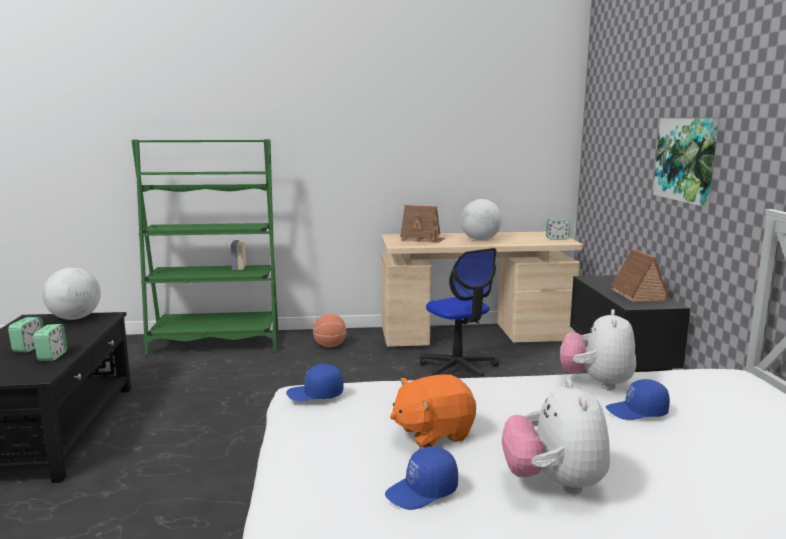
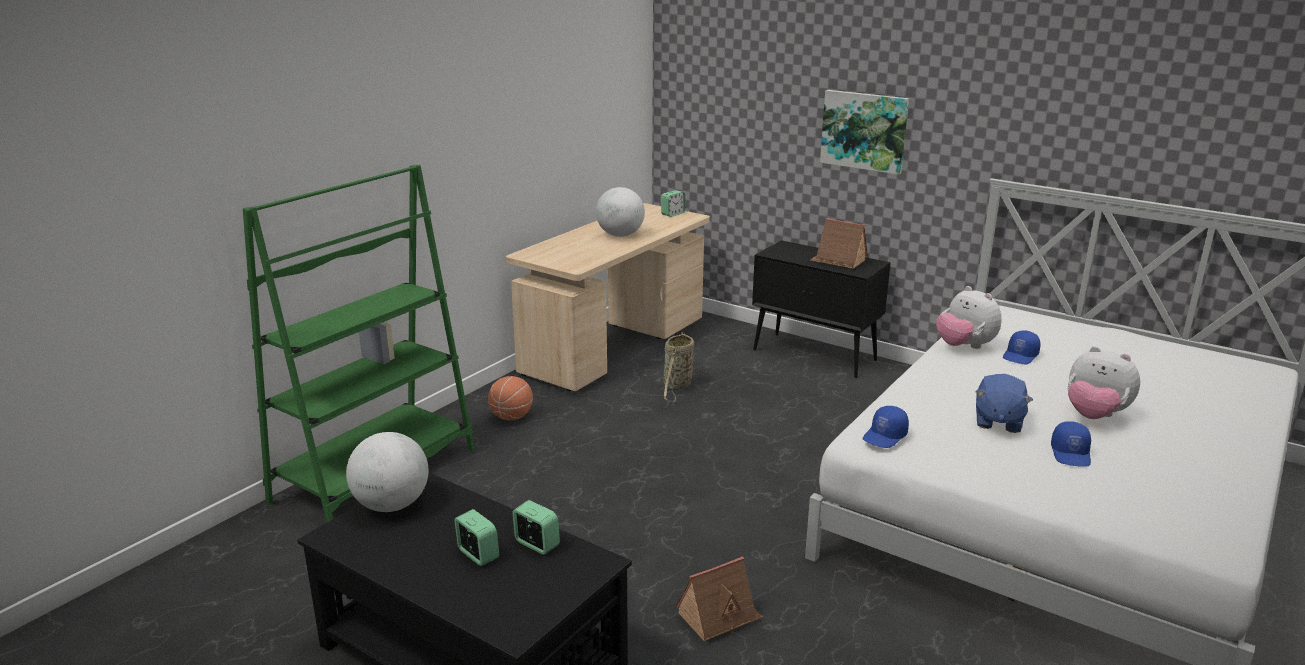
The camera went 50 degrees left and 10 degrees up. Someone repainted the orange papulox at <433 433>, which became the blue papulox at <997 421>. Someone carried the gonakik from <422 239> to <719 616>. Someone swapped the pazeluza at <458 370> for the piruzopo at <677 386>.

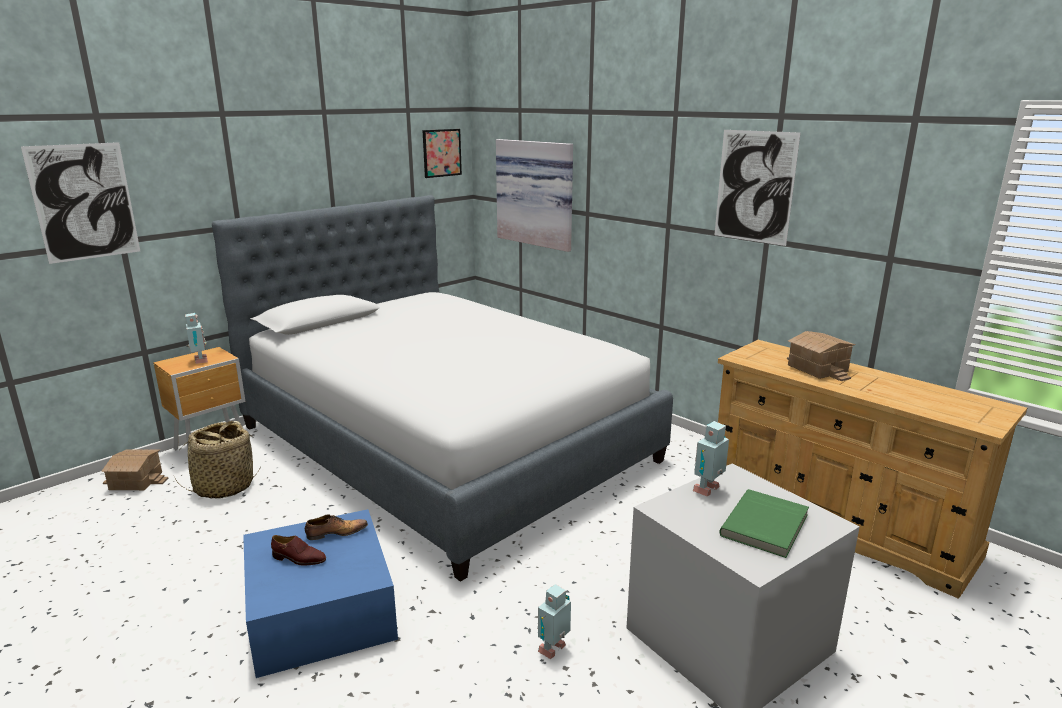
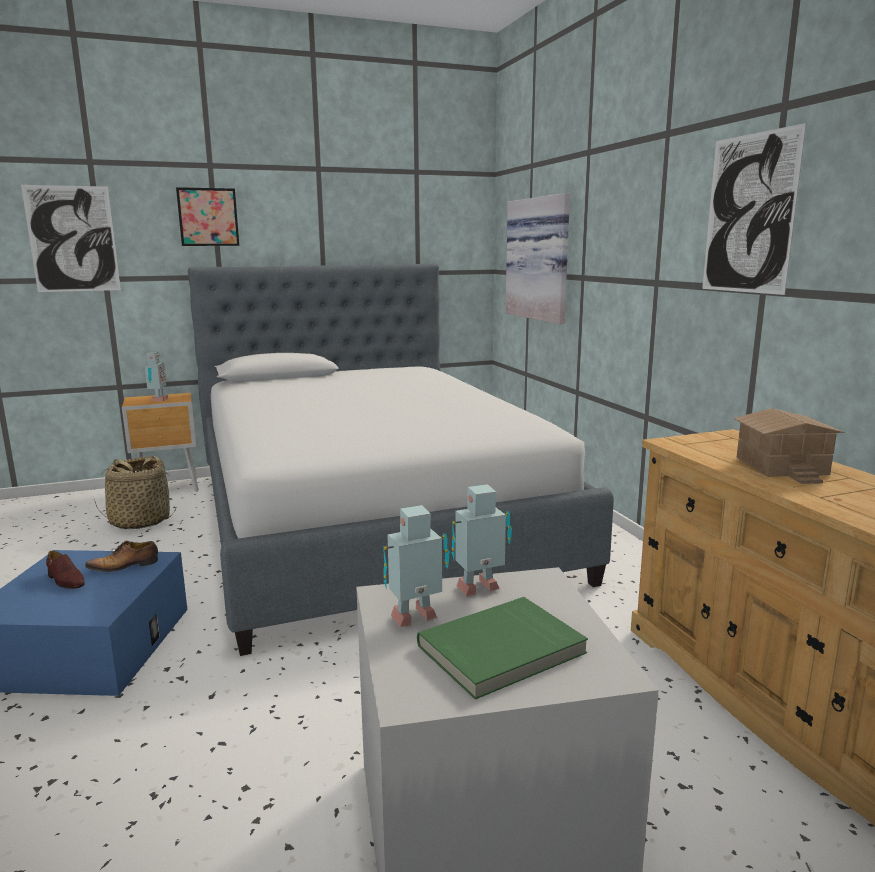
The camera went 25 degrees right and 5 degrees down. Someone took away the gonakik at <136 480>. Someone rotated the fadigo at <335 533> by 150 degrees clockwise. Someone carried the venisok from <442 153> to <208 217>. Someone carried the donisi from <554 649> to <417 619>.

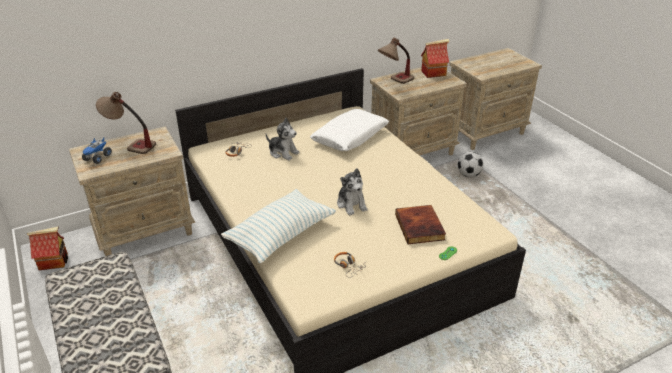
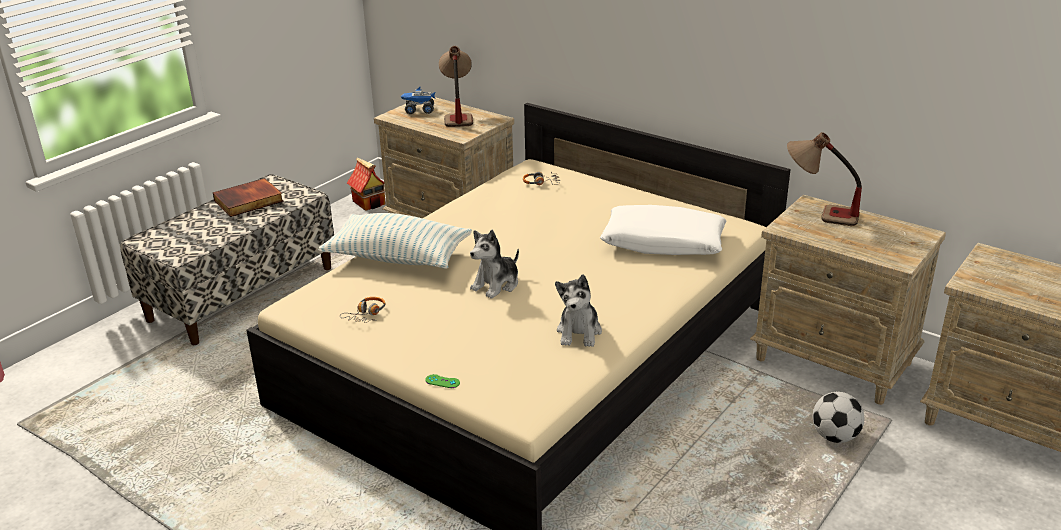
The camera went 65 degrees right and 5 degrees down. Someone carried the papulox from <283 152> to <579 332>. Someone carried the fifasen from <420 227> to <248 201>. Someone took away the gonakik at <433 73>.

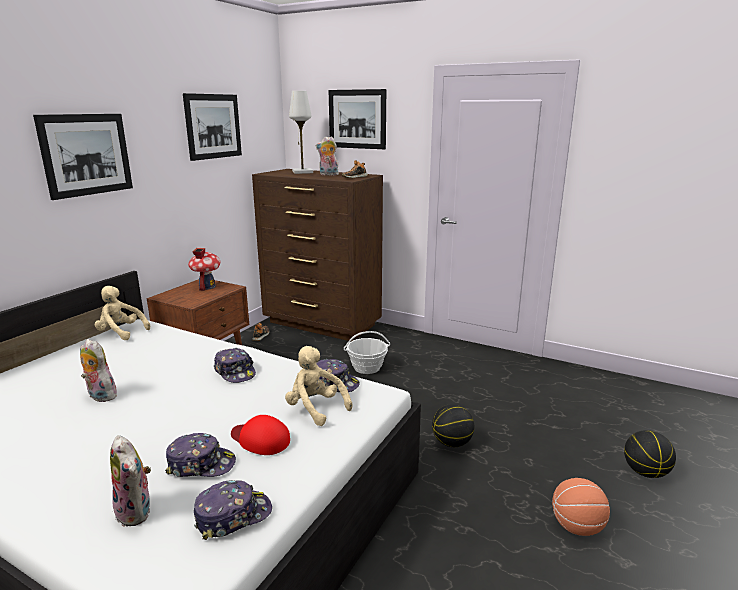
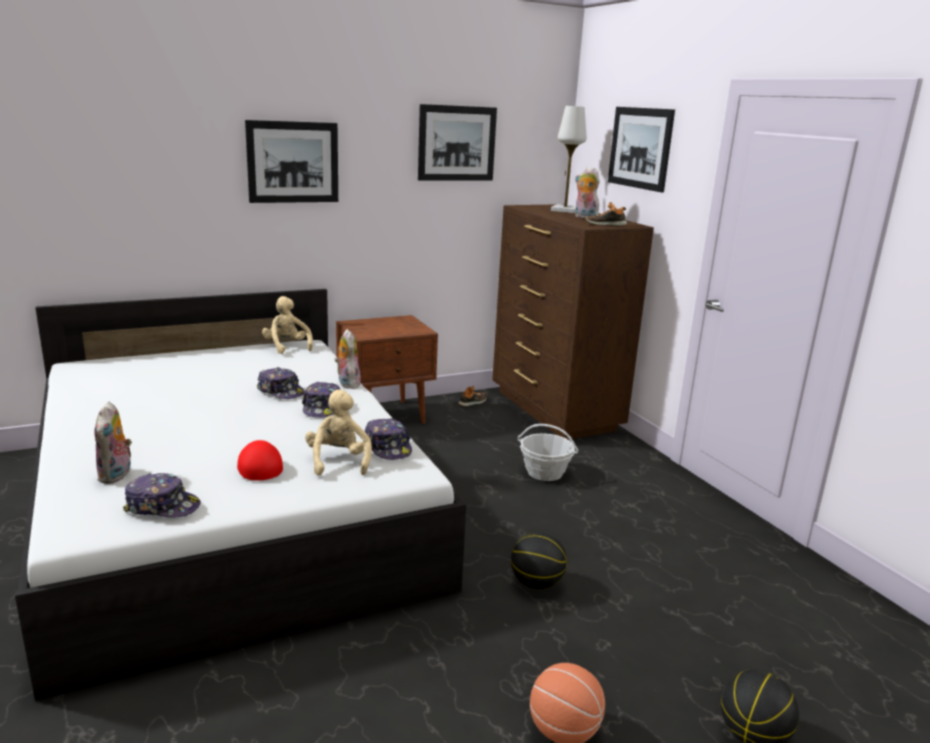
The camera went 35 degrees right and 0 degrees up. Someone carried the papulox from <100 396> to <347 383>. Someone carried the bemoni from <201 464> to <281 391>. Someone took away the gonakik at <207 287>.

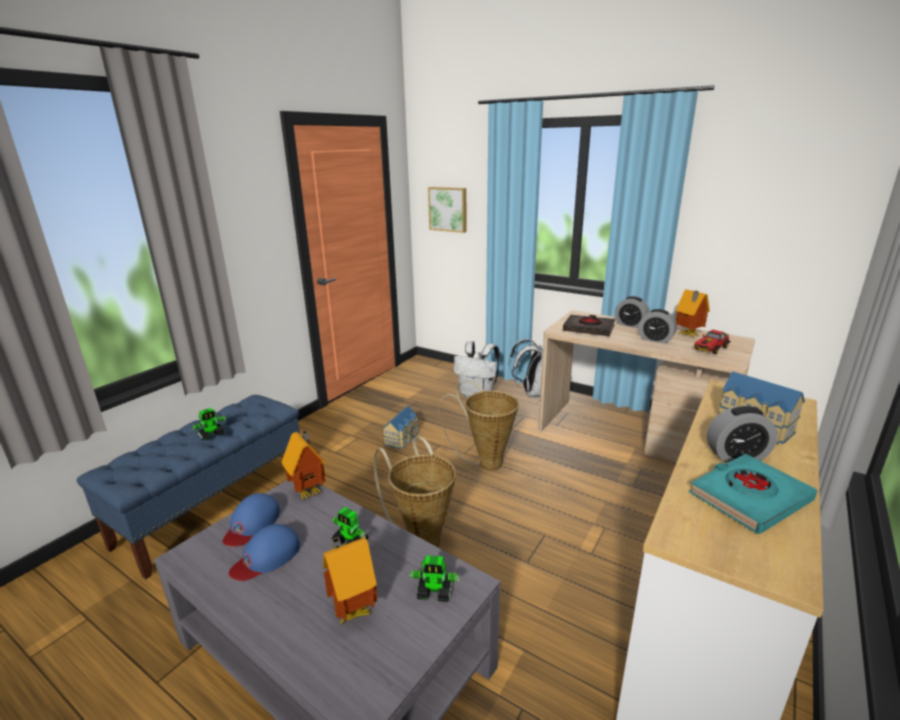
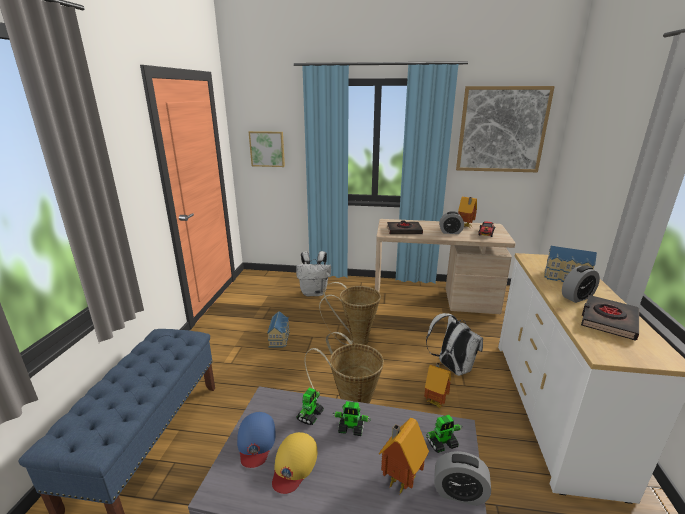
The camera went 25 degrees left and 0 degrees up. Someone carried the donisi from <212 435> to <310 415>. Someone repainted the blue bemoni at <266 556>, which became the yellow bemoni at <294 464>. Someone carried the gonakik from <309 492> to <435 402>. Someone carried the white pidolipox from <531 393> to <452 368>. Someone carried the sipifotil from <630 325> to <459 493>. Someone repainted the turquoise fifasen at <749 497>, which became the black fifasen at <608 320>. Someone put up the venisok at <502 130>.

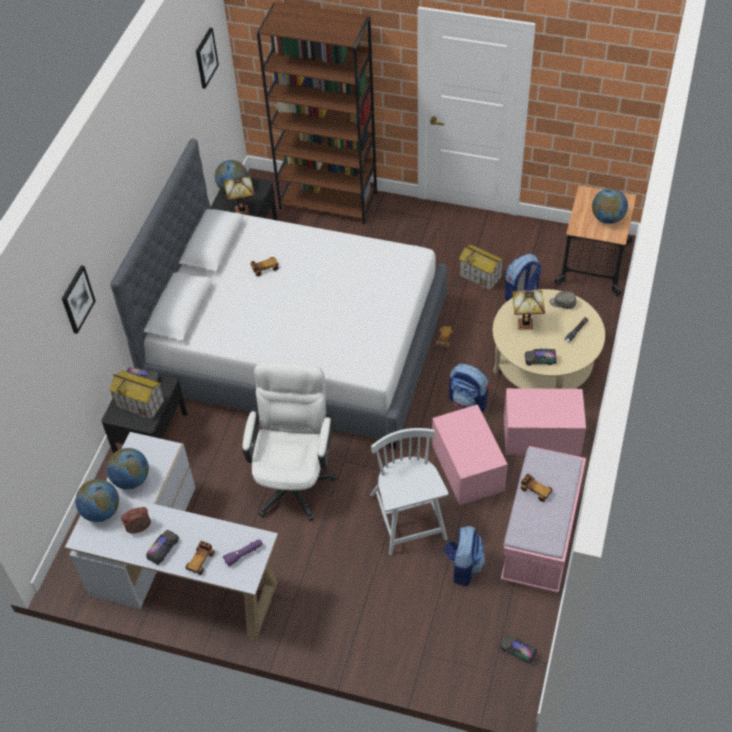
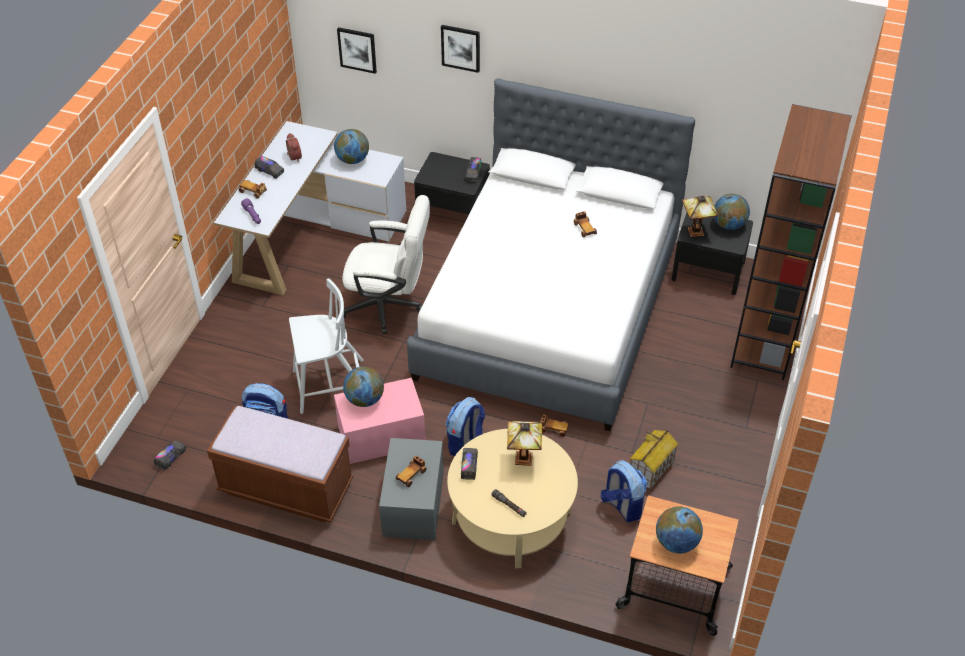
The camera went 90 degrees right and 5 degrees down. Someone carried the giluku from <101 511> to <364 399>. Someone took away the gonakik at <140 403>. Someone carried the venisok from <206 58> to <357 49>. Someone repainted the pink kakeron at <540 538>, which became the brown kakeron at <286 488>. Someone repainted the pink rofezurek at <542 435>, which became the grey rofezurek at <413 504>. Someone carried the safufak from <535 490> to <411 475>. Someone took away the grey bemoni at <562 303>.

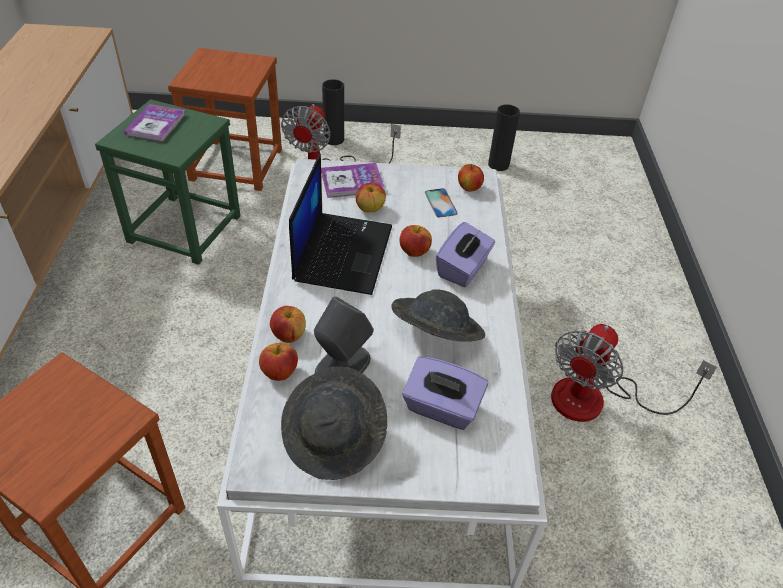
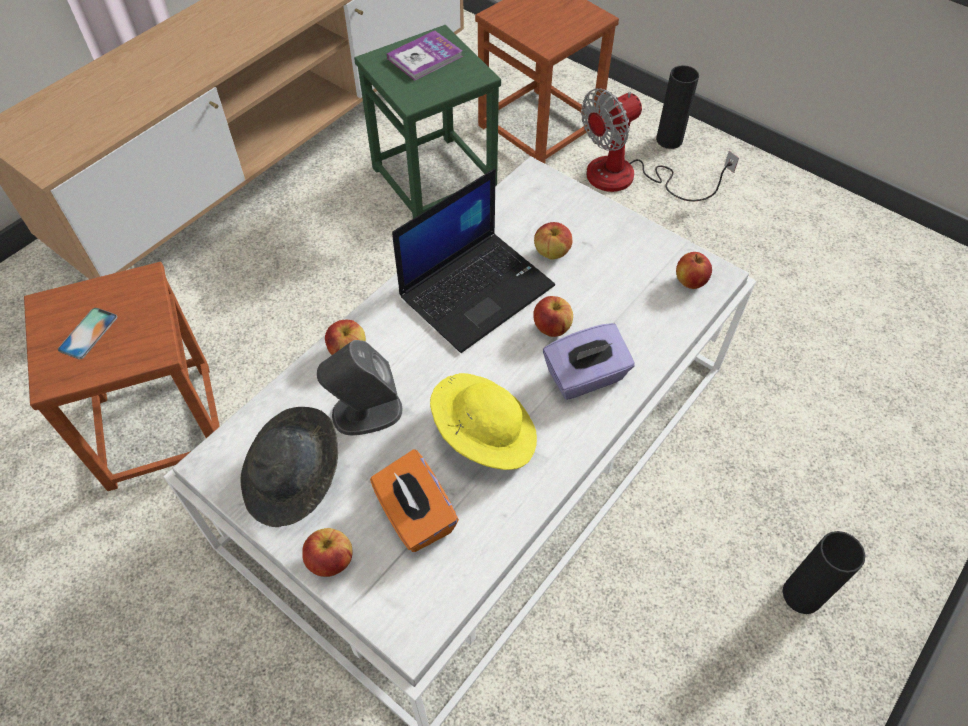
The camera went 40 degrees right and 10 degrees up. Someone carried the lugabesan from <279 373> to <330 561>. Someone took away the fifasen at <352 182>. Someone repainted the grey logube at <435 334>, which became the yellow logube at <483 434>. Someone repainted the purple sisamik at <441 408>, which became the orange sisamik at <415 515>. Someone carried the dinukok from <440 203> to <88 333>. Someone carried the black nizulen from <498 165> to <802 595>. Someone took away the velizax at <596 400>.

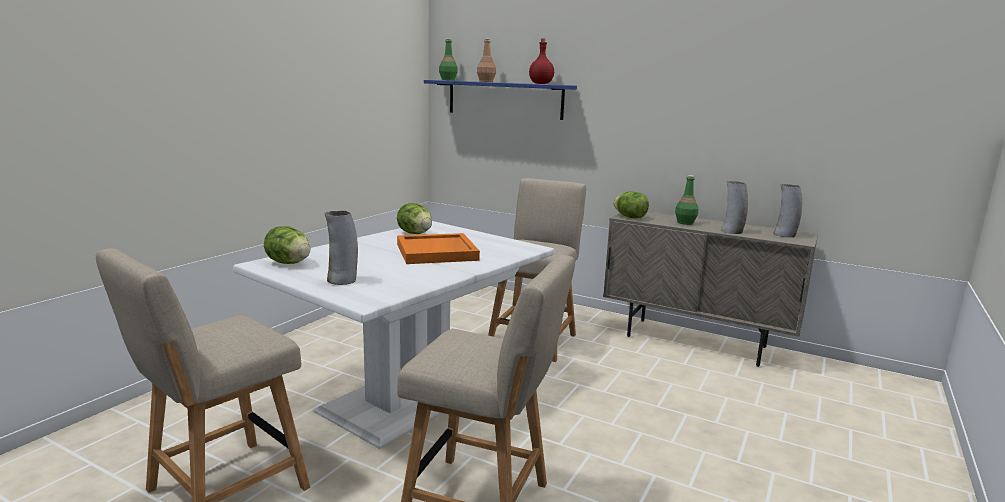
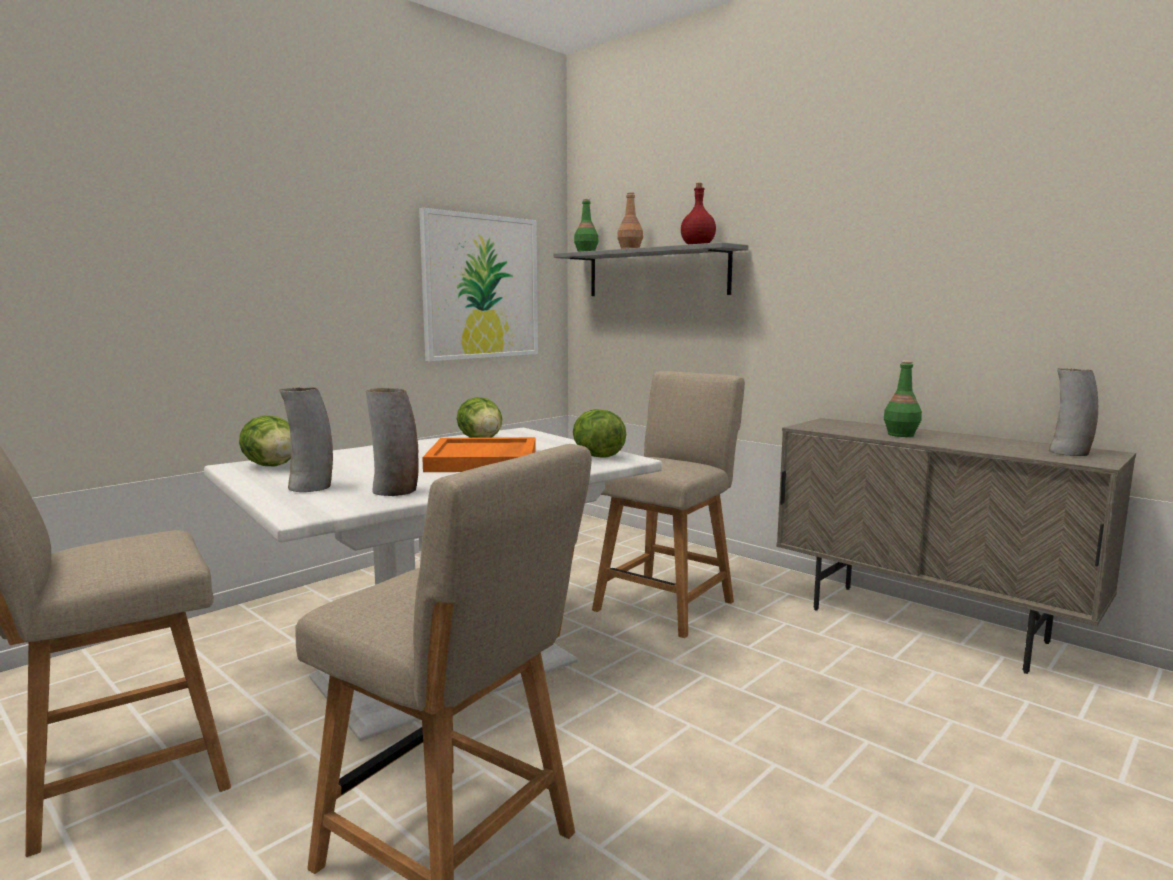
The camera went 15 degrees right and 5 degrees down. Someone repainted the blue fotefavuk at <504 99>, which became the grey fotefavuk at <656 273>. Someone carried the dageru from <630 217> to <597 456>. Someone carried the nizulen from <732 231> to <395 491>. Someone put up the venisok at <481 287>.

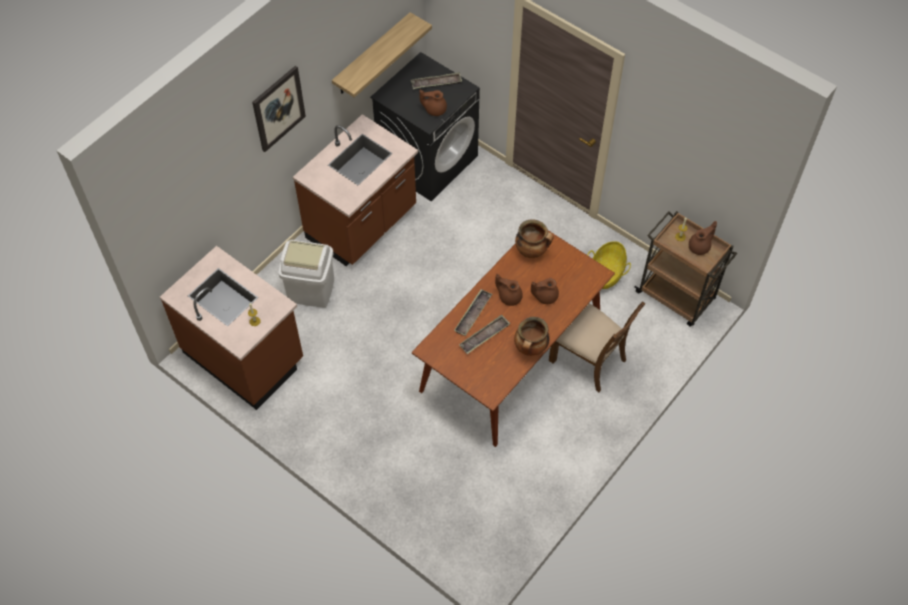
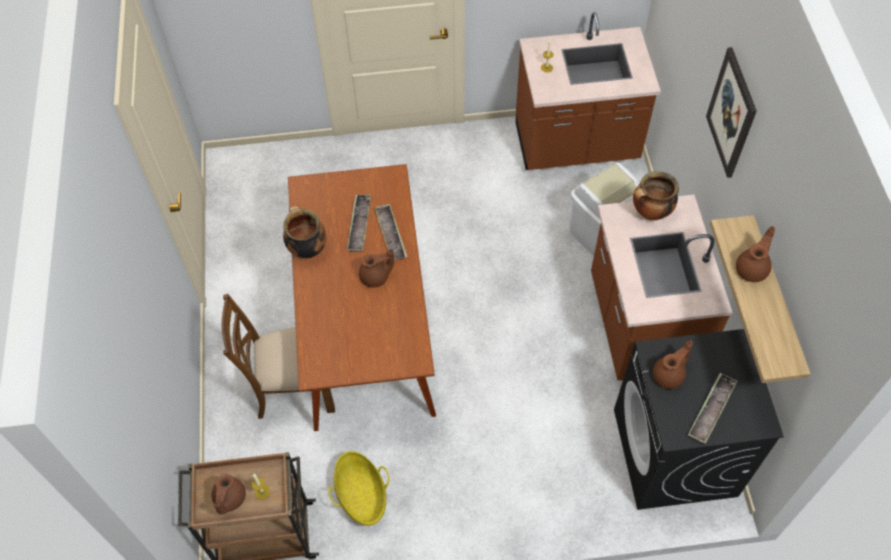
The camera went 135 degrees right and 0 degrees up. Someone carried the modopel from <532 251> to <650 213>. Someone carried the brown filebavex from <545 296> to <752 269>.

